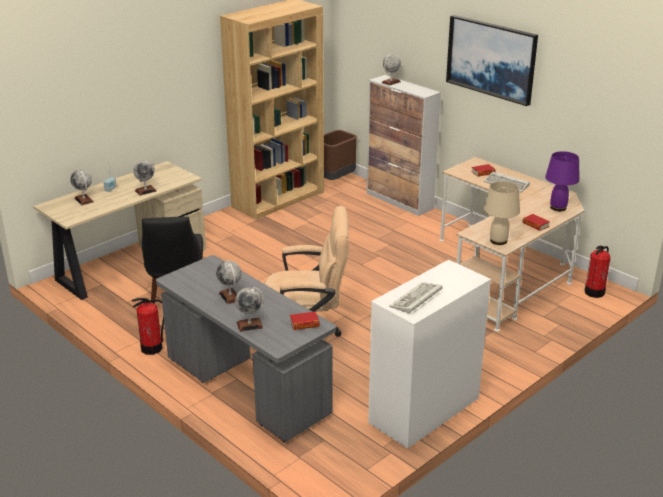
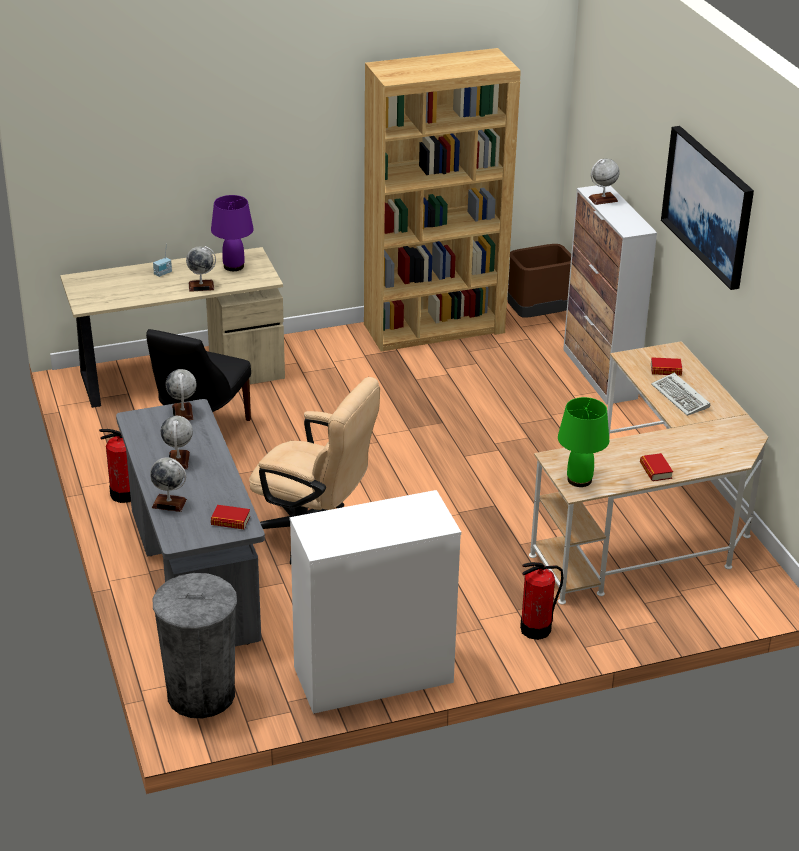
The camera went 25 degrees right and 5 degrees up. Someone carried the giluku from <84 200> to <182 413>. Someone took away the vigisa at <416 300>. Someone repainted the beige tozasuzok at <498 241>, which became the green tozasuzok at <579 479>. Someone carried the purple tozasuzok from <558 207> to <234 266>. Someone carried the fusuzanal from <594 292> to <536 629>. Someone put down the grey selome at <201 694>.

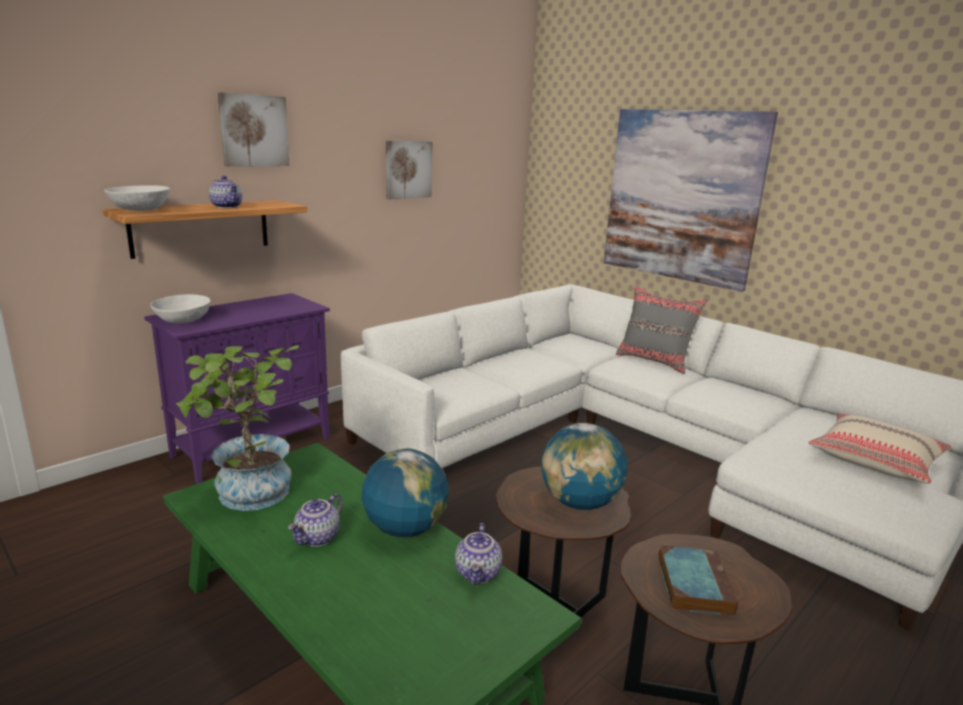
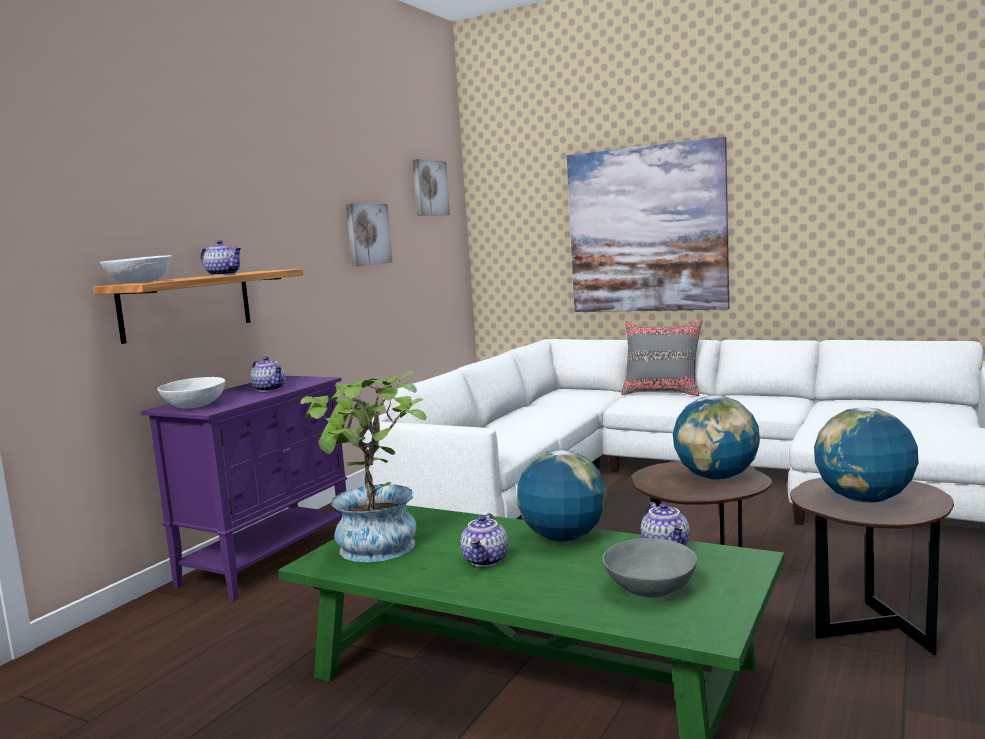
The camera went 15 degrees left and 10 degrees down. Someone carried the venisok from <253 130> to <429 188>. Someone swapped the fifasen at <692 584> for the giluku at <864 499>. Someone took away the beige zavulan at <875 459>. Someone put down the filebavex at <270 389>. Someone put down the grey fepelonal at <649 588>.

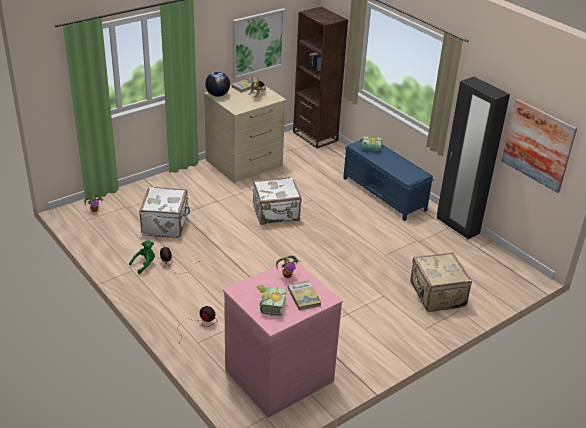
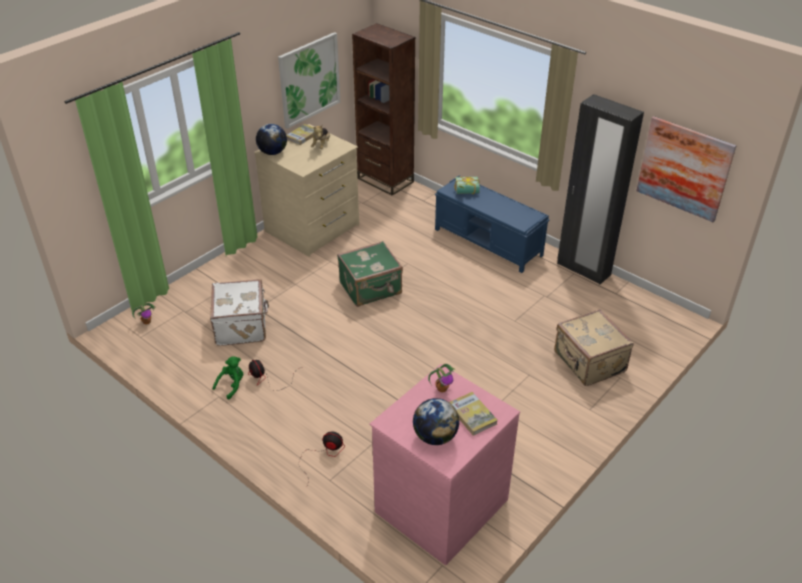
The camera went 10 degrees left and 5 degrees up. Someone repainted the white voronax at <276 213>, which became the green voronax at <371 289>. Someone swapped the fifasen at <269 306> for the giluku at <435 436>.

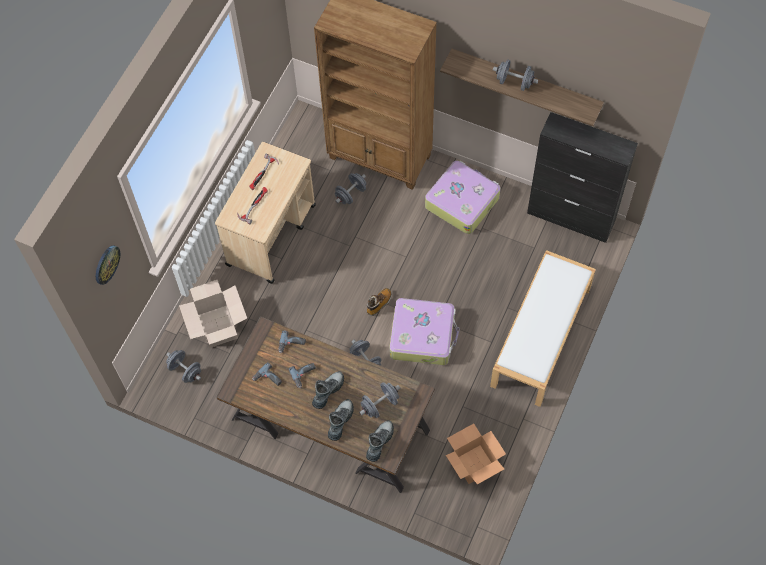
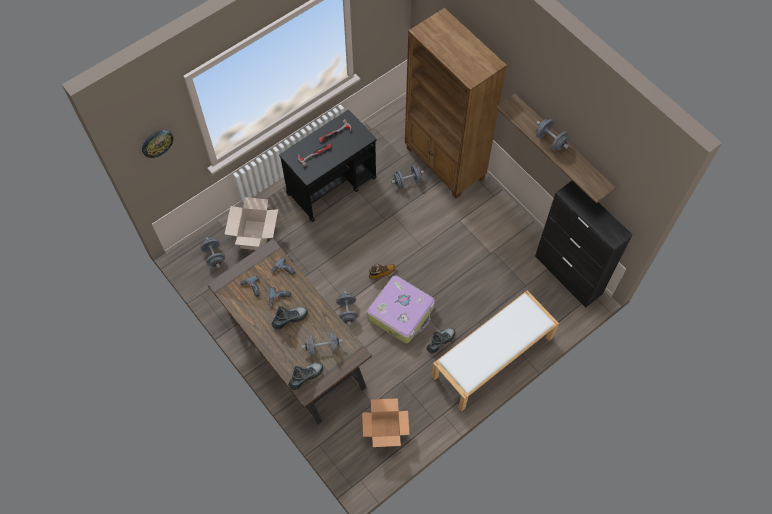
The camera went 25 degrees right and 0 degrees up. Someone repainted the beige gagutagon at <271 234>, which became the black gagutagon at <332 185>. Someone carried the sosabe from <340 421> to <440 341>. Someone took away the voronax at <462 201>.

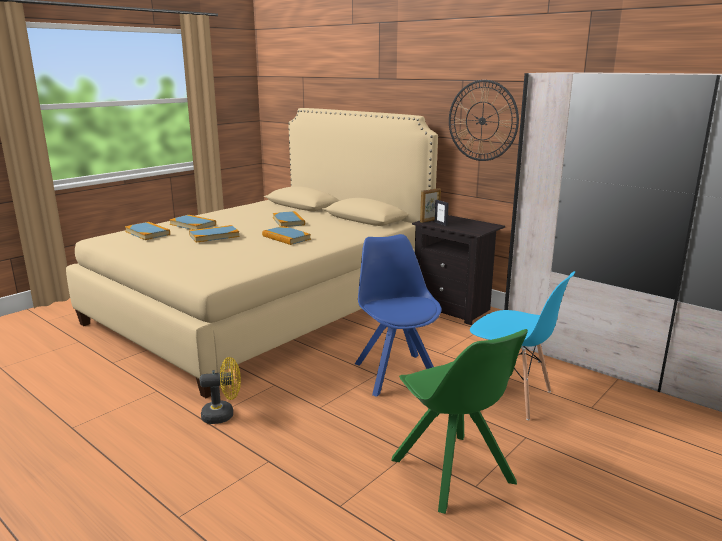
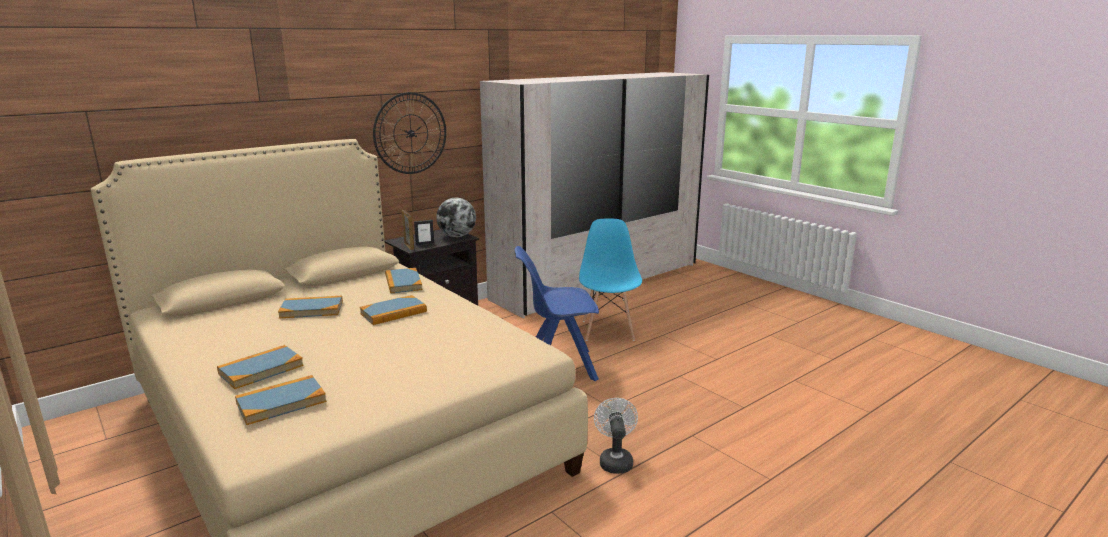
The camera went 80 degrees left and 0 degrees up. Someone carried the fifasen from <214 236> to <403 283>. Someone repainted the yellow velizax at <223 415>, which became the white velizax at <615 460>. Someone took away the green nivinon at <454 473>. Someone rotated the blue nivinon at <511 396> by 45 degrees counterclockwise. Someone put down the giluku at <457 236>.

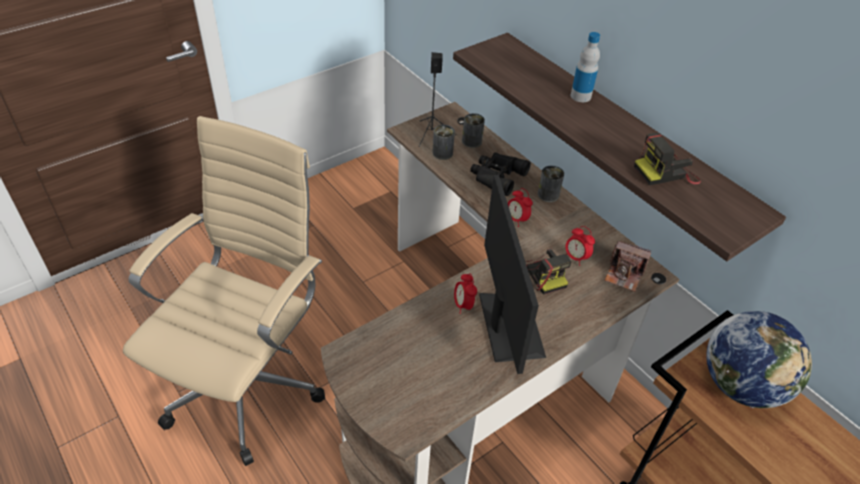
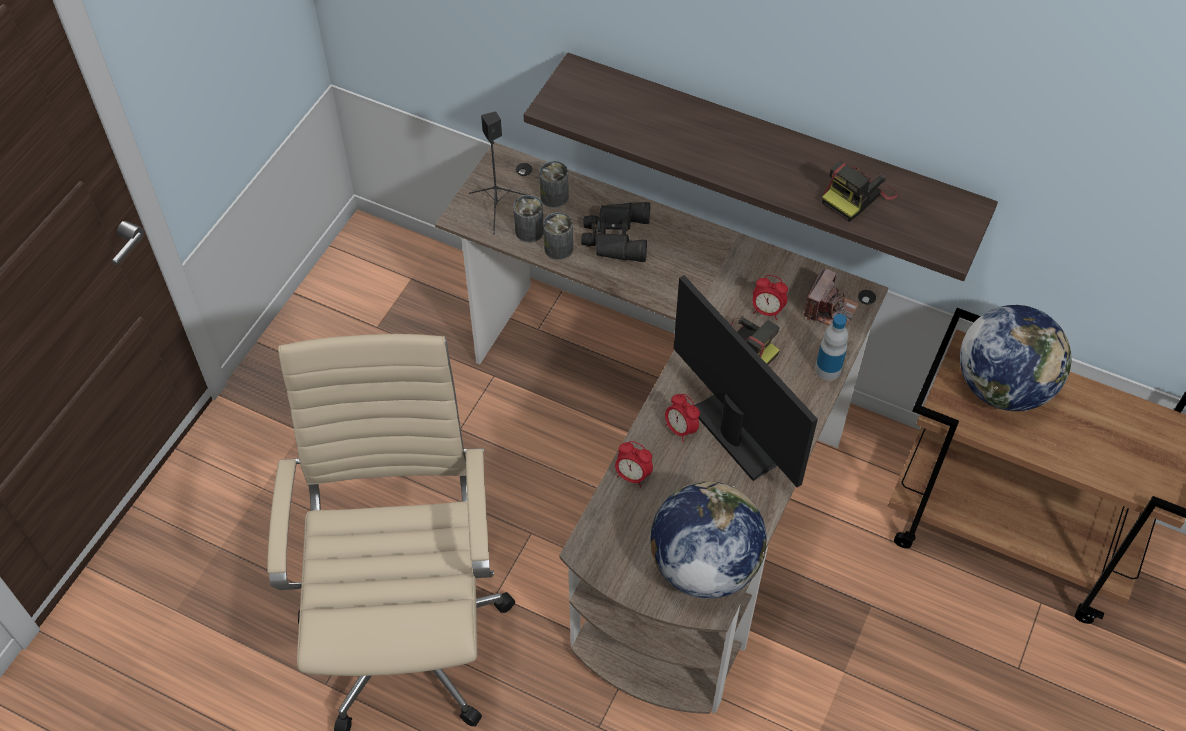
The camera went 25 degrees left and 10 degrees up. Someone carried the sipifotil from <516 219> to <632 476>. Someone carried the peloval from <548 194> to <558 248>. Someone carried the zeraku from <580 96> to <828 369>. Someone rotated the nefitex at <624 275> by 60 degrees counterclockwise. Someone put down the giluku at <703 565>.

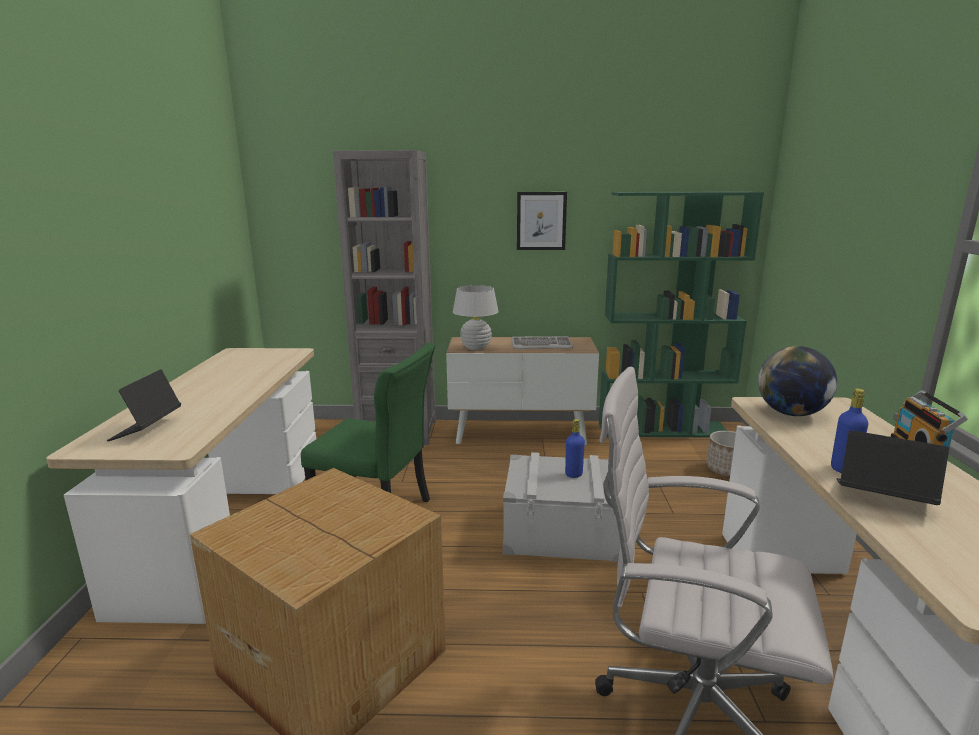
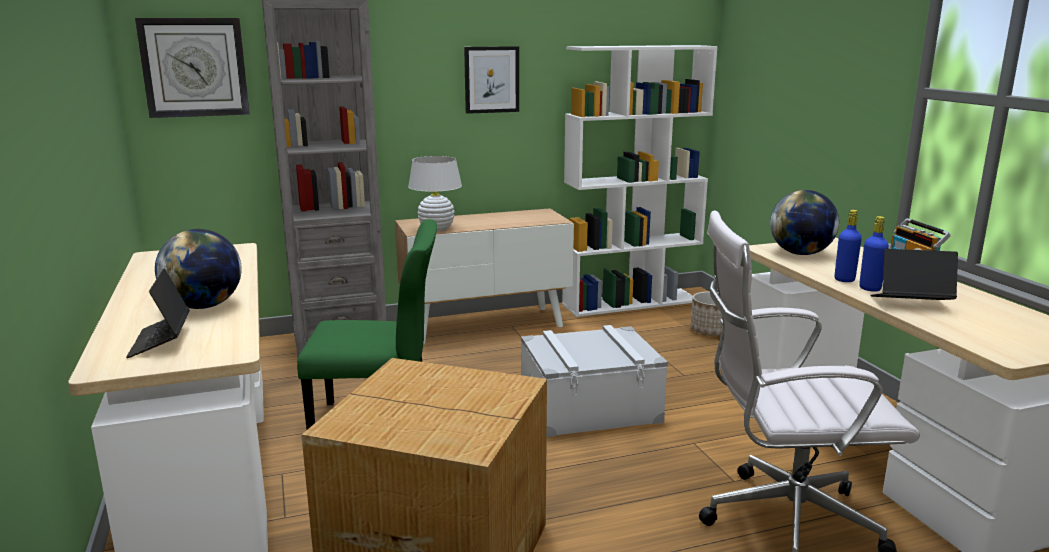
The camera went 20 degrees left and 0 degrees up. Someone took away the vigisa at <541 345>. Someone carried the blue zeraku from <573 474> to <844 279>. Someone repainted the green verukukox at <663 429>, which became the white verukukox at <631 302>. Someone put up the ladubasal at <194 67>. Someone put down the giluku at <204 306>.

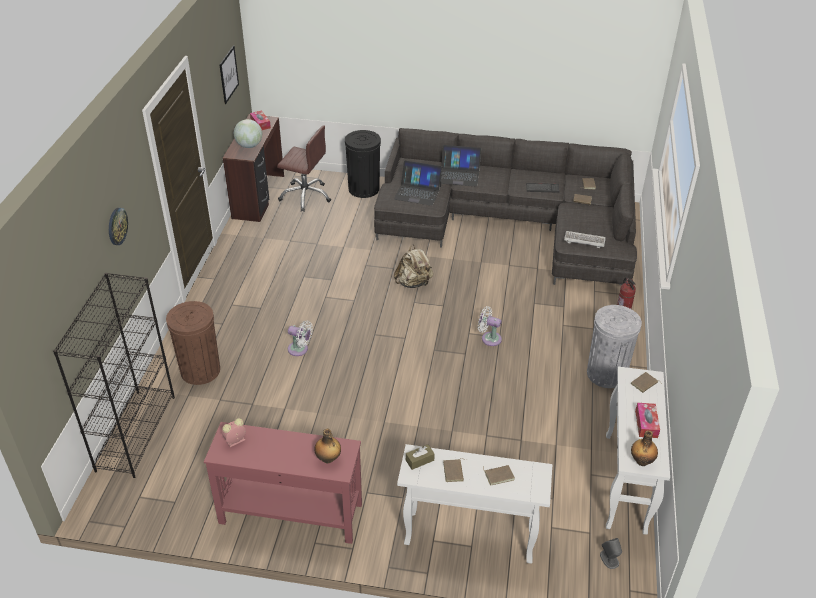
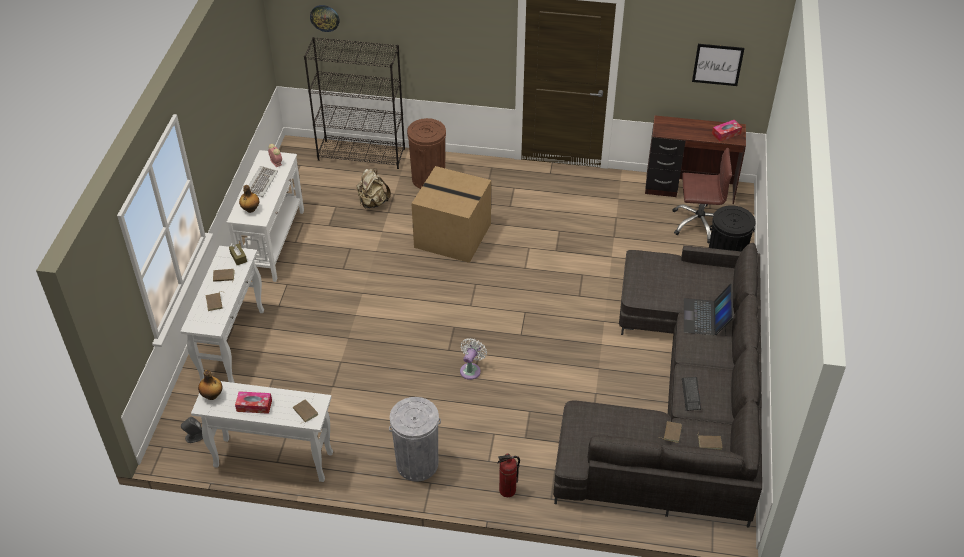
The camera went 90 degrees right and 5 degrees up. Someone carried the ladubasal from <117 226> to <324 18>. Someone repainted the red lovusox at <290 513>, which became the white lovusox at <273 242>. Someone took away the giluku at <249 146>. Someone rotated the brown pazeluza at <305 196> by 105 degrees counterclockwise. Someone swapped the white velizax at <300 349> for the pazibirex at <454 235>. Someone took away the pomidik at <418 192>. Someone carried the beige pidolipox from <413 283> to <373 202>. Someone carried the vigisa from <584 240> to <261 183>.

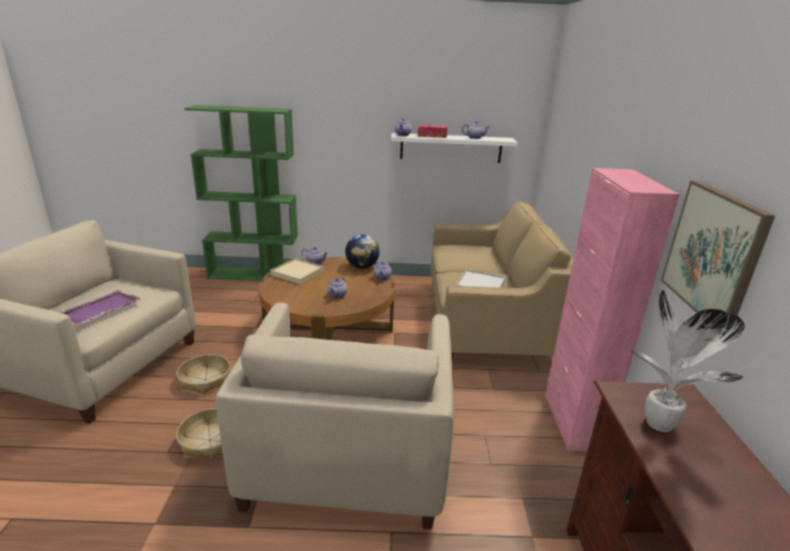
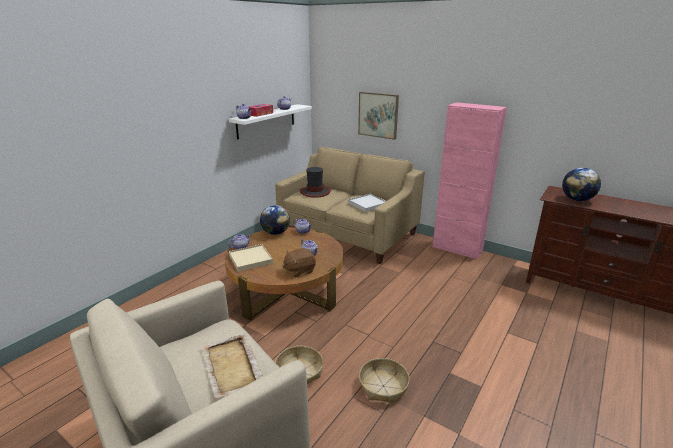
The camera went 55 degrees left and 0 degrees up. Someone repainted the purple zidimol at <98 310>, which became the beige zidimol at <231 367>. Someone took away the green verukukox at <254 274>. Someone took away the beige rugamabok at <348 456>. Someone swapped the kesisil at <659 425> for the giluku at <576 200>. Someone carried the venisok from <713 253> to <378 115>. Someone put down the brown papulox at <299 270>. Someone put down the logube at <315 192>.

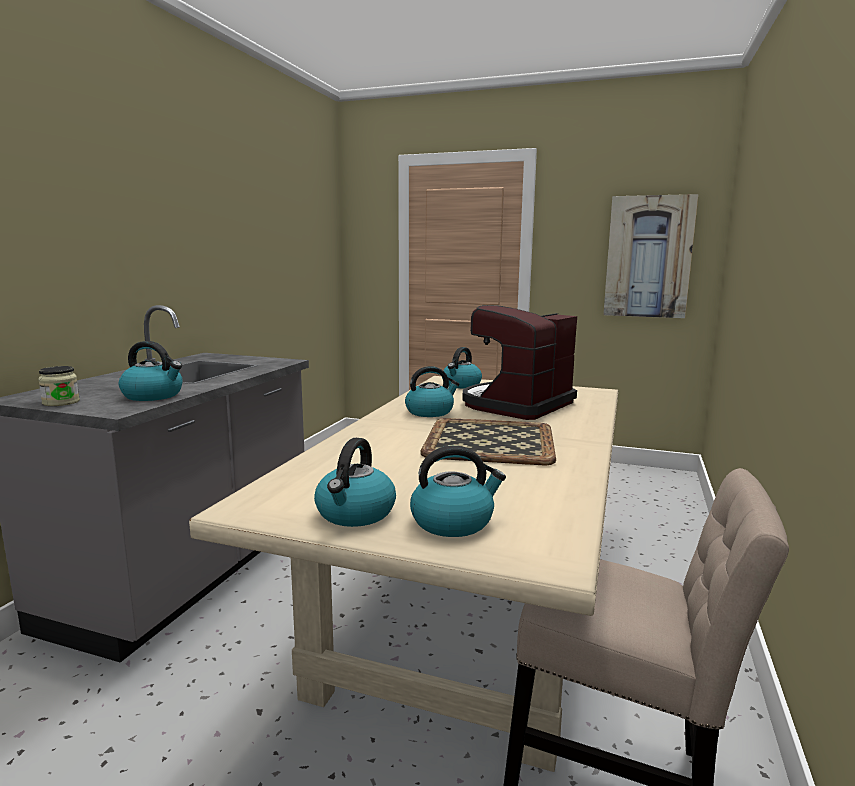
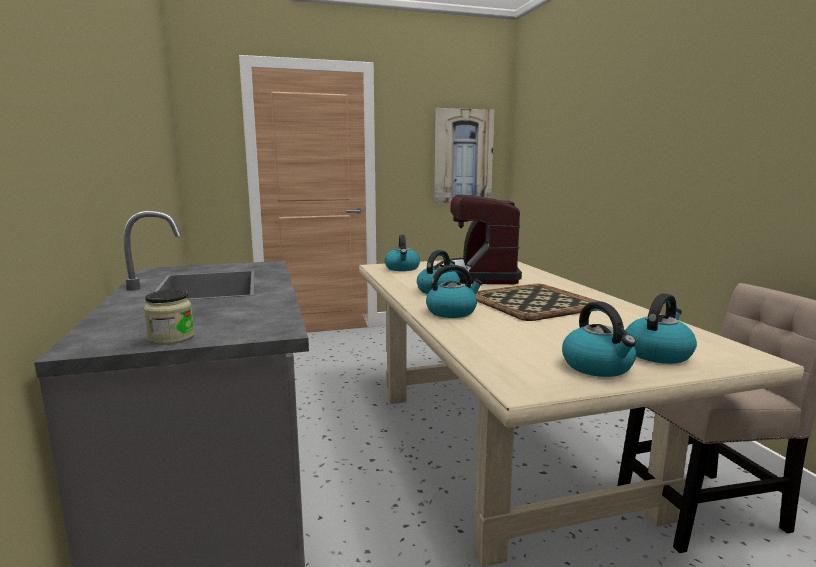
The camera went 35 degrees left and 0 degrees up. Someone carried the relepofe from <154 395> to <452 312>.

